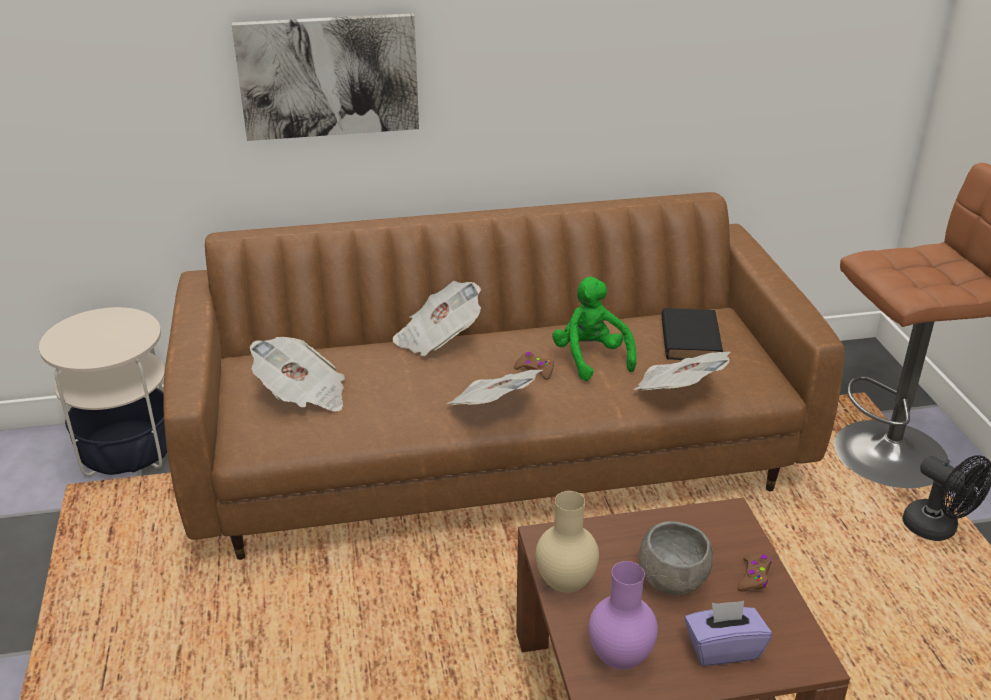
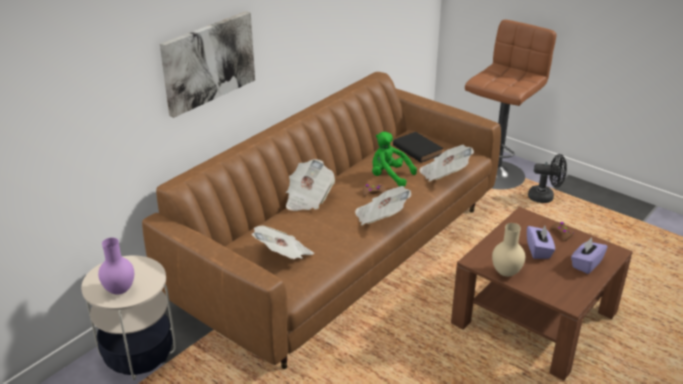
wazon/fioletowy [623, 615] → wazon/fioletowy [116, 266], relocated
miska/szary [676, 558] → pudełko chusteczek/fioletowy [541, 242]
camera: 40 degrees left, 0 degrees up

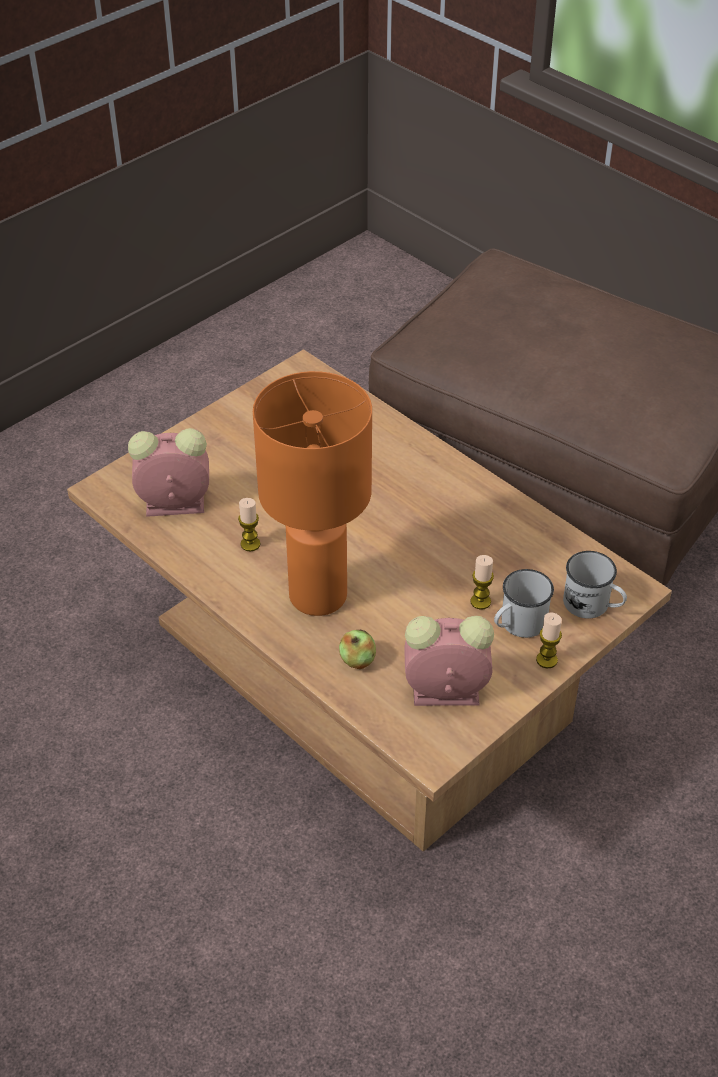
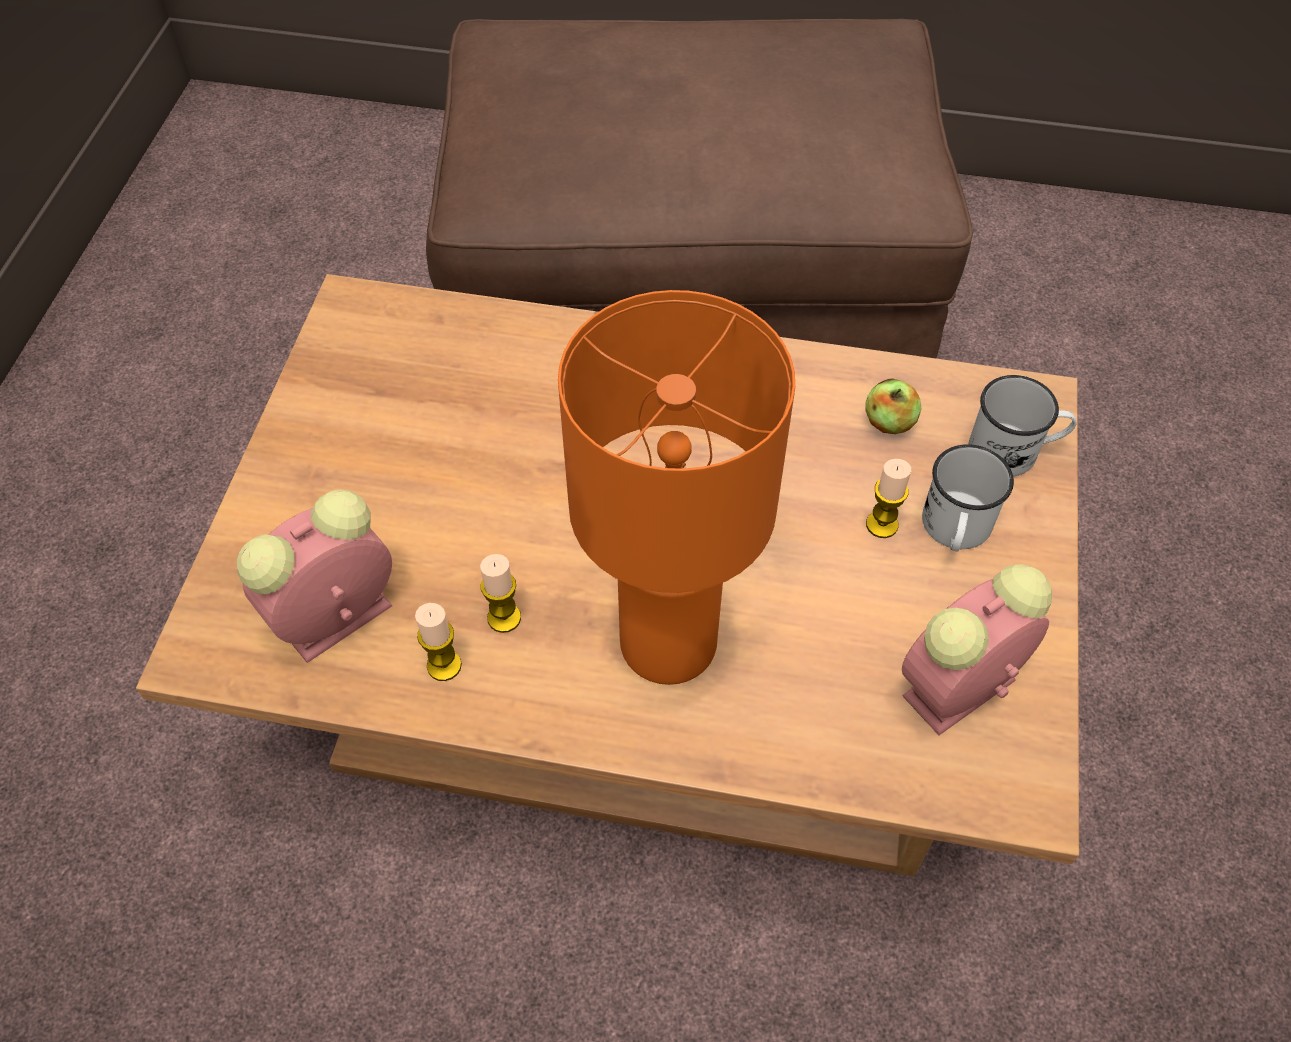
jabłko [357, 649] → jabłko [893, 406], relocated
świeca [549, 640] → świeca [438, 642], relocated
camera: 35 degrees left, 10 degrees up

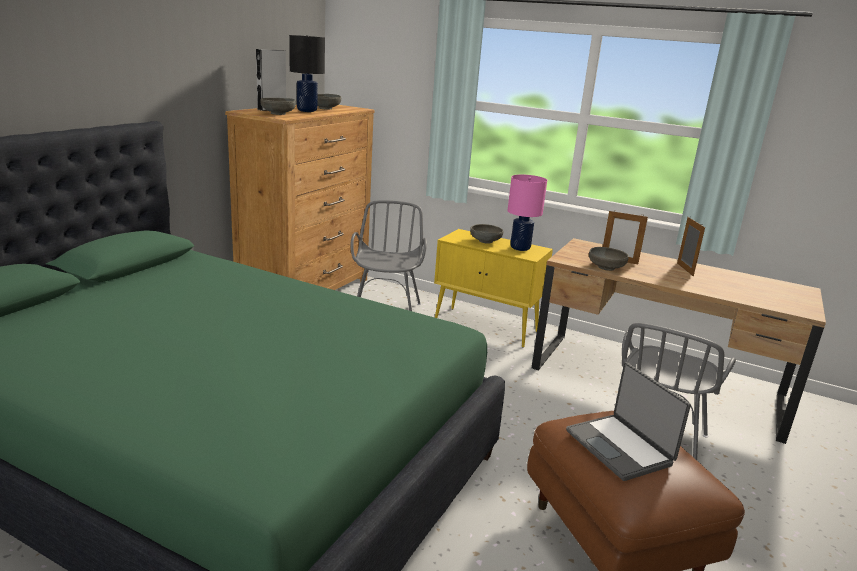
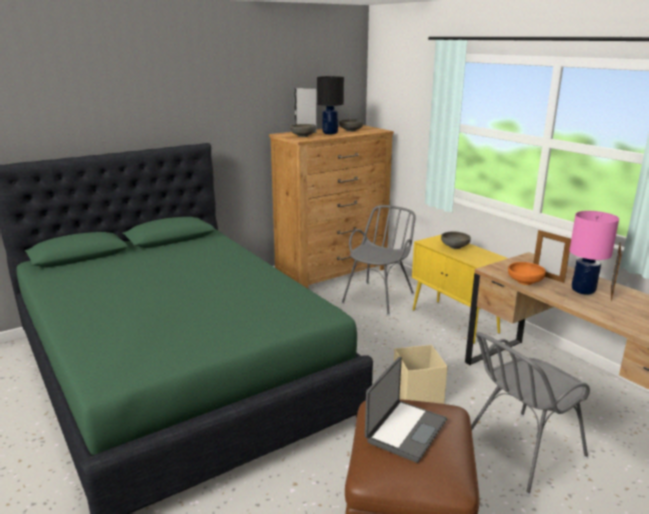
lampa stołowa/różowy [527, 213] → lampa stołowa/różowy [594, 253], relocated
laptop [628, 421] → laptop [406, 410], 150 degrees counterclockwise
miska/szary [609, 259] → miska/pomarańczowy [527, 273]
- → pojemnik do przechowywania/beżowy [421, 374]
camera: 30 degrees right, 0 degrees up

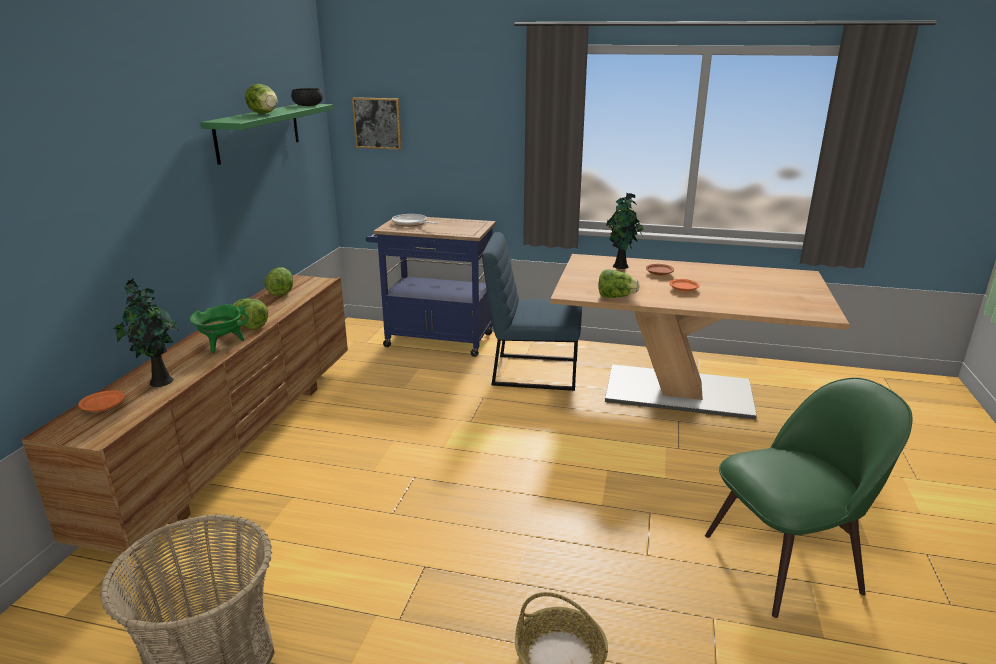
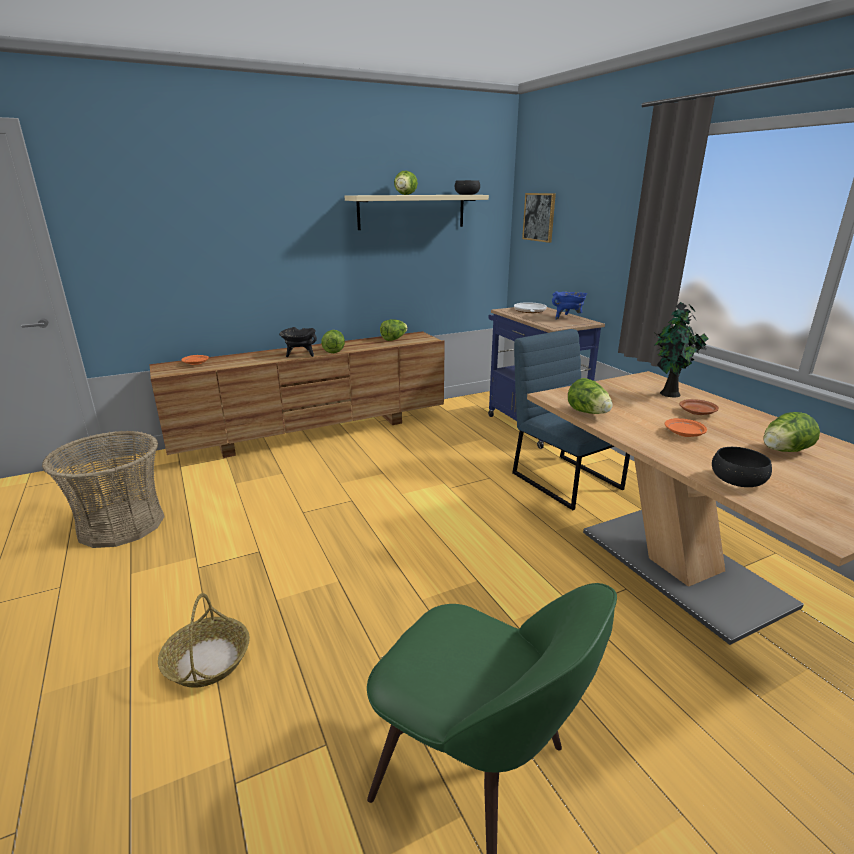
roślina doniczkowa [146, 332] → -
garnek/zielony [219, 328] → garnek/czarny [298, 342]
półka/zielony [266, 134] → półka/beżowy [416, 212]
- → garnek/niebieski [569, 306]
- → miska/czarny [742, 467]
- → sałata [791, 432]
camera: 50 degrees right, 0 degrees up

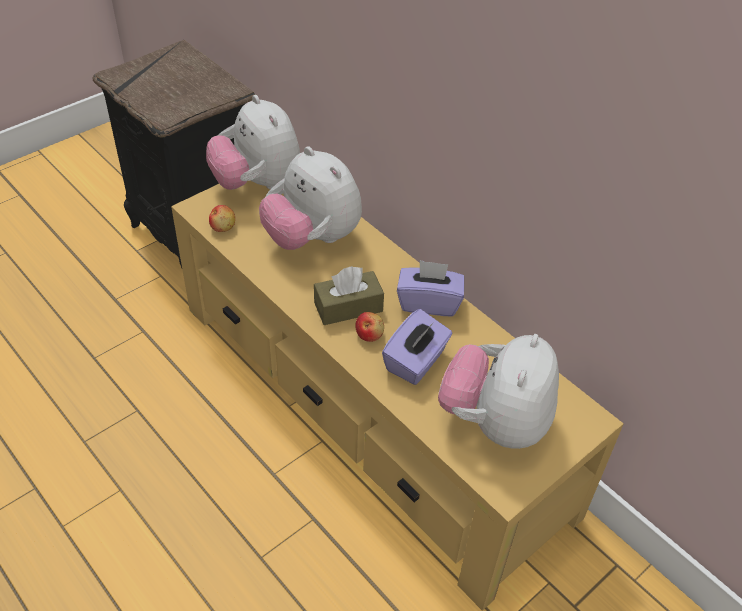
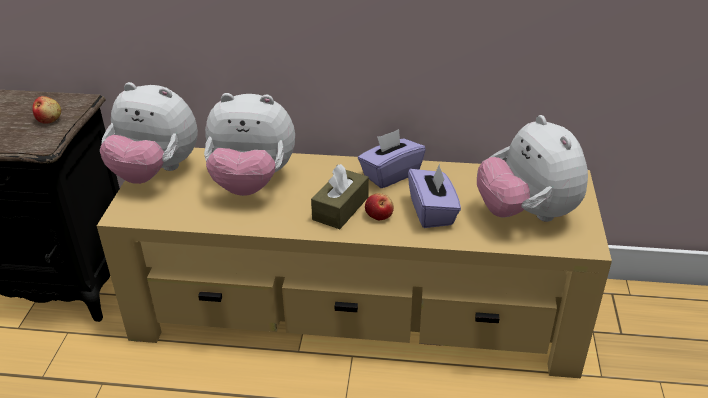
jabłko [222, 218] → jabłko [46, 110], relocated
camera: 40 degrees left, 10 degrees down

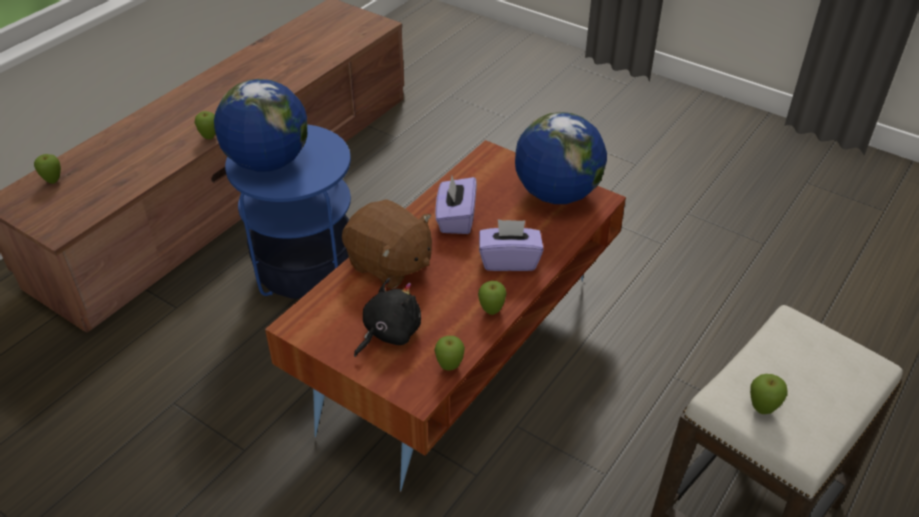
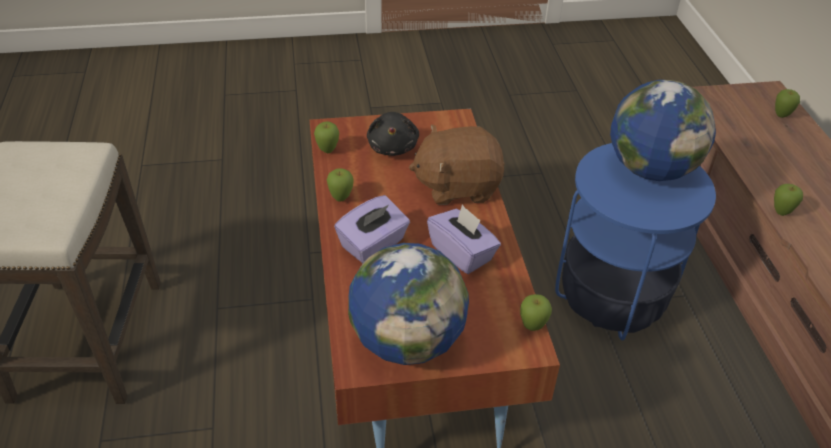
jabłko [769, 394] → jabłko [536, 312], relocated
camera: 135 degrees right, 0 degrees up

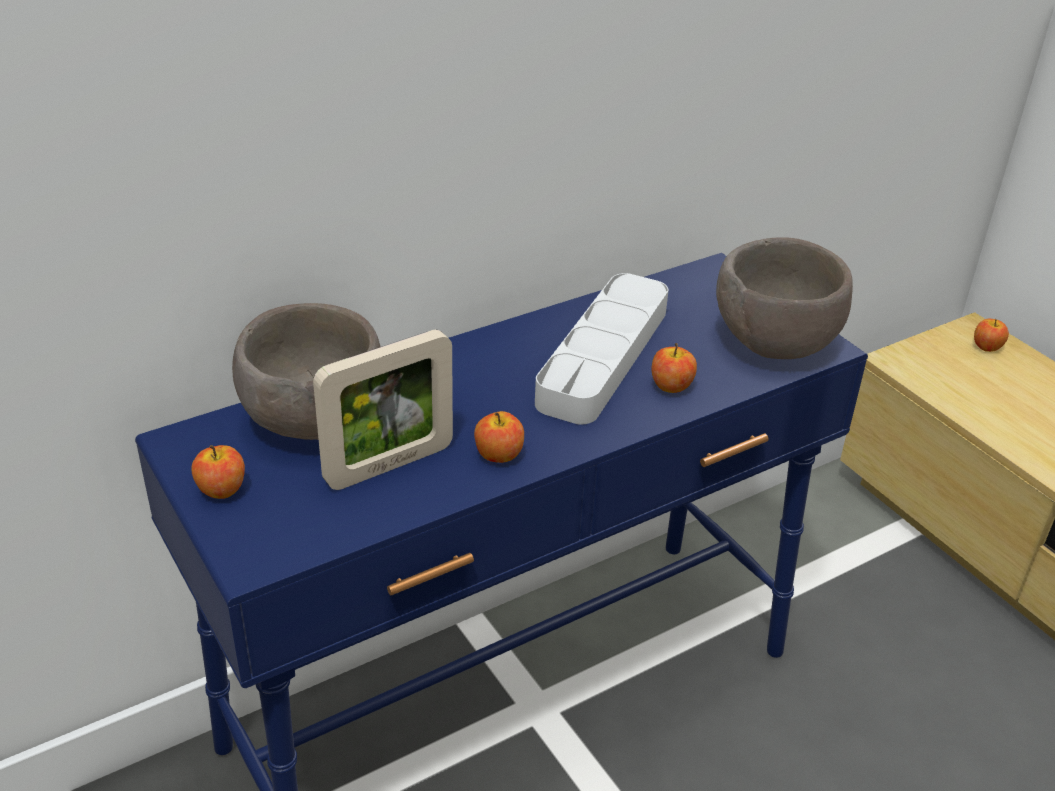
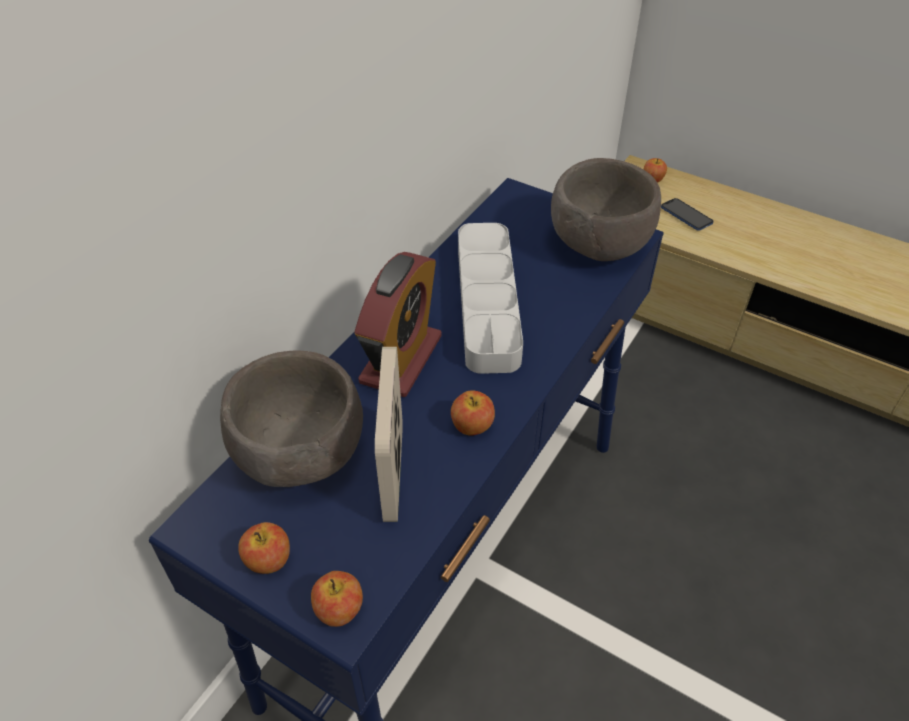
ramka na zdjęcie [383, 409] → ramka na zdjęcie [389, 434], 150 degrees clockwise
jabłko [674, 368] → jabłko [337, 599], relocated
- → budzik [398, 324]
- → telefon [687, 214]
camera: 25 degrees left, 10 degrees up

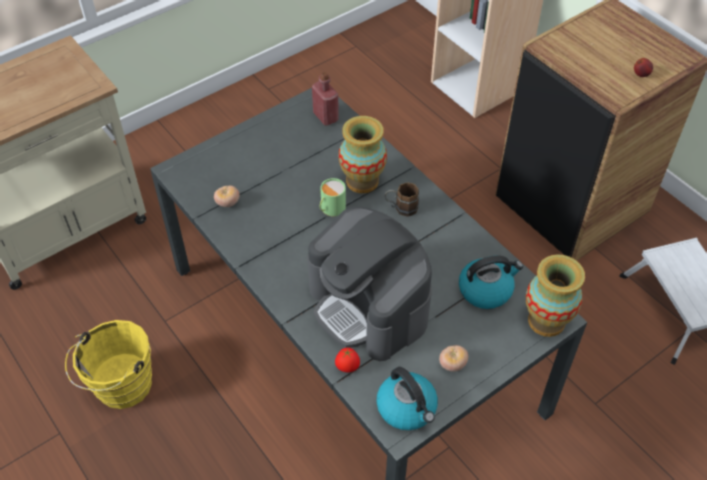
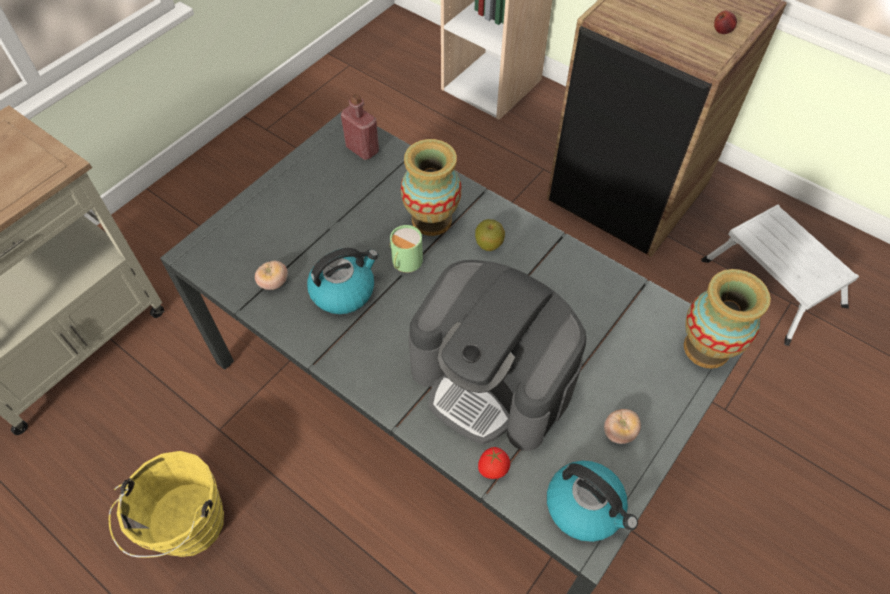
kubek/brązowy [402, 199] → jabłko [490, 235]
czajnik [491, 282] → czajnik [343, 281], relocated
camera: 15 degrees left, 5 degrees up

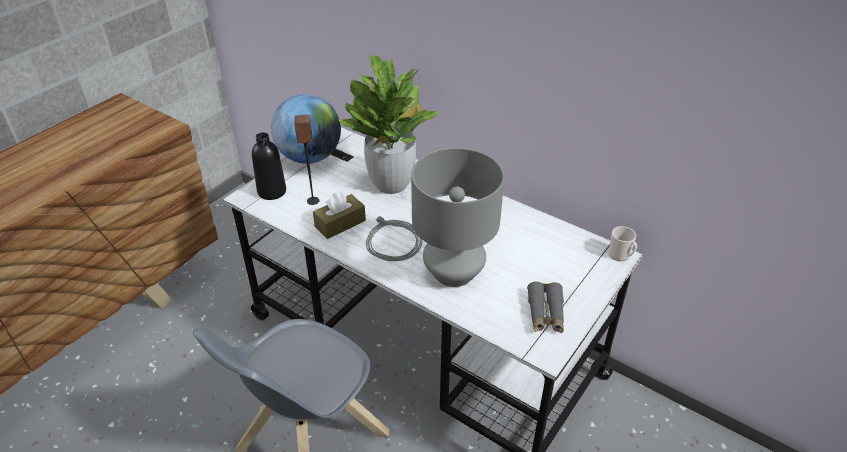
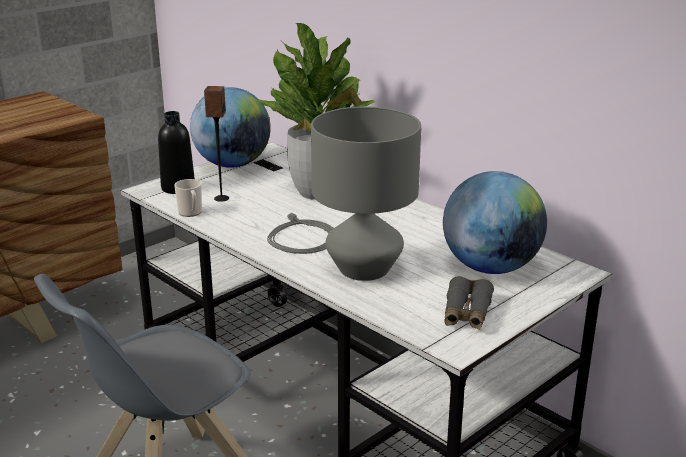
pudełko chusteczek/brązowy [339, 215] → -
kubek [622, 243] → kubek [188, 198], relocated
- → globus [495, 222]
camera: 10 degrees right, 15 degrees down

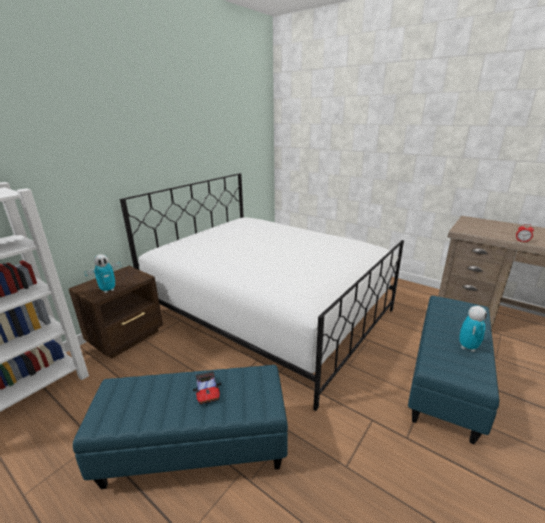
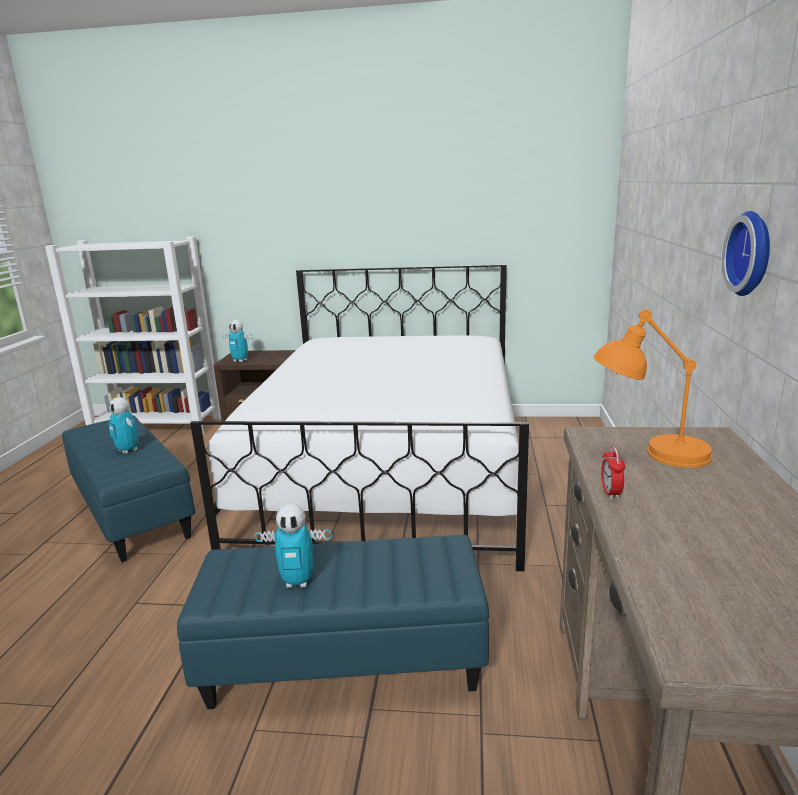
samochodzik [207, 387] → robot zabawkowy [123, 425]
- → lampa stołowa/pomarańczowy [653, 388]
- → zegar ścienny [746, 253]
camera: 60 degrees right, 5 degrees down

